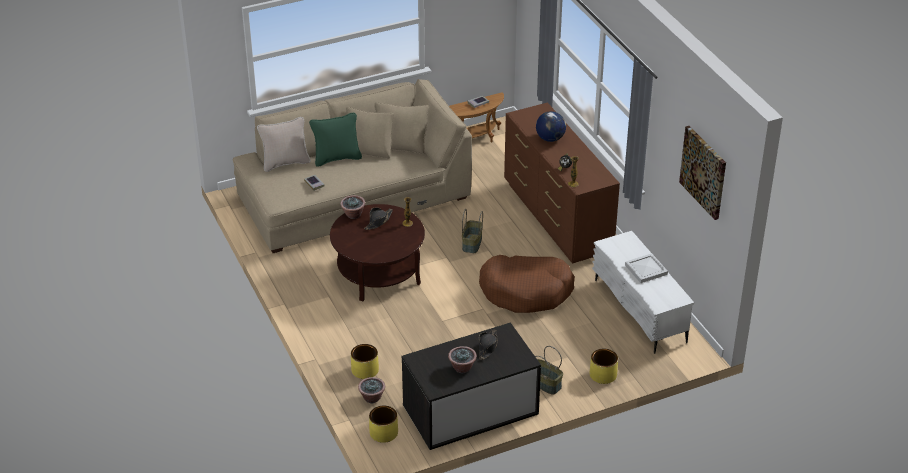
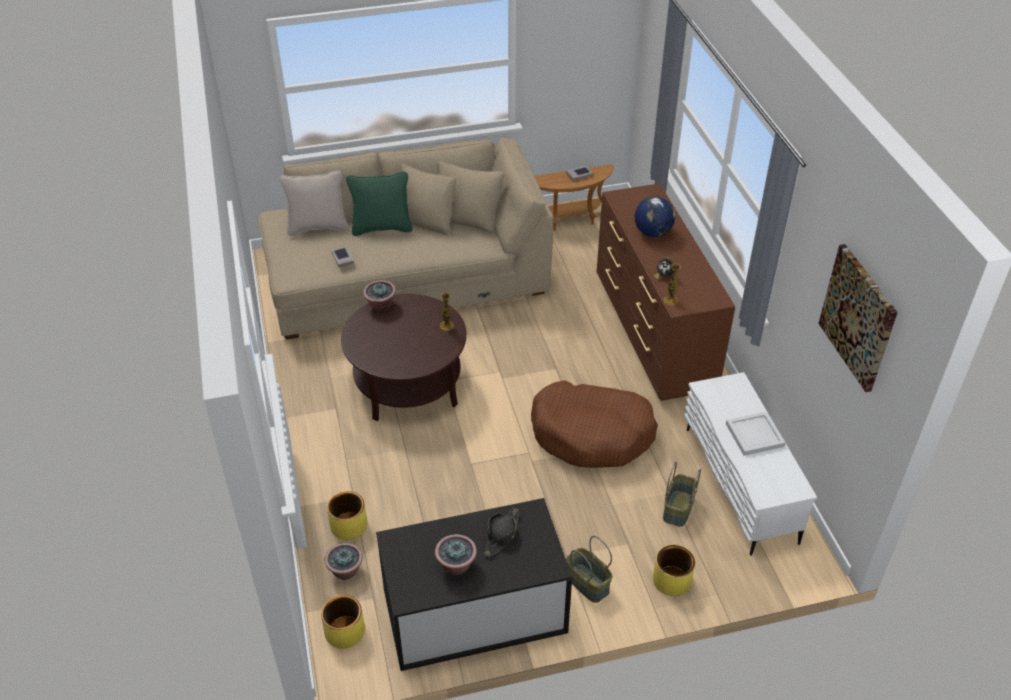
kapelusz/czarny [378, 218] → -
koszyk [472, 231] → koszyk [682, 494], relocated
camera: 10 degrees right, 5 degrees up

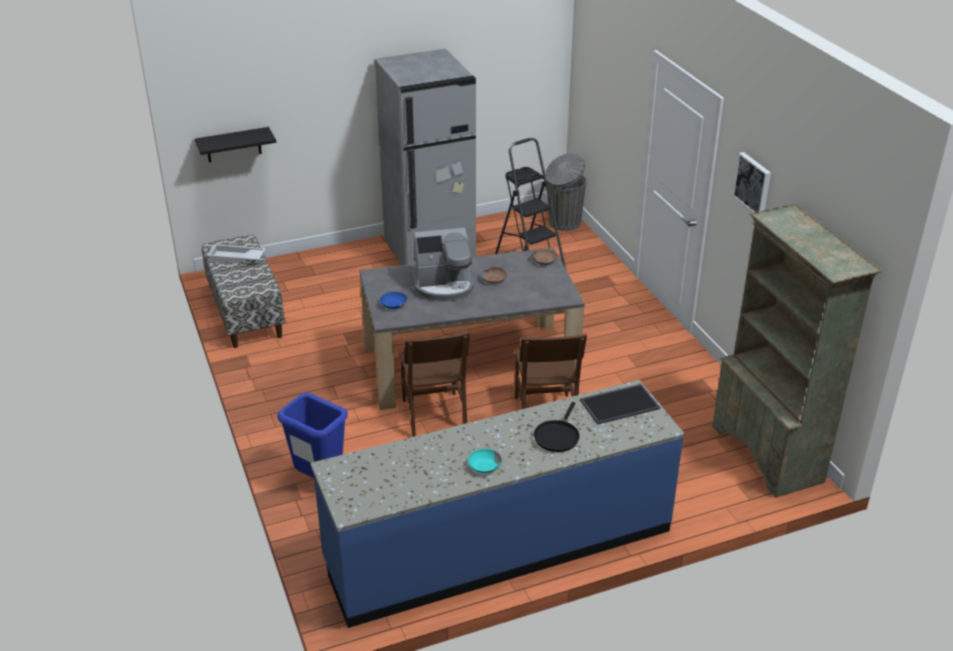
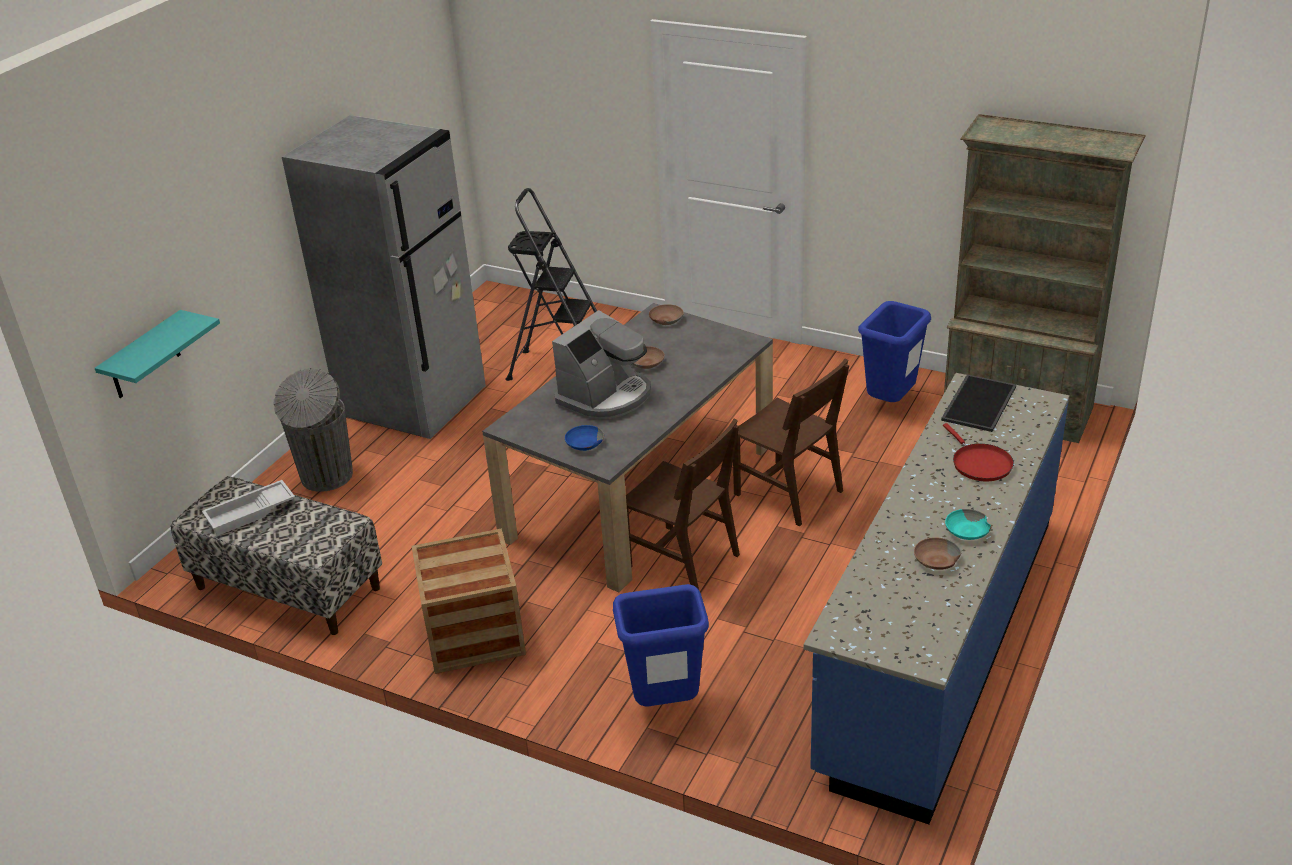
półka/czarny [235, 144] → półka/turkusowy [157, 354]
patelnia/czarny [557, 427] → patelnia/czerwony [978, 452]
kosz na śmieci/szary [566, 192] → kosz na śmieci/szary [313, 430], relocated
obraz [752, 182] → -
- → skrzynka [469, 601]
- → kosz na śmieci/niebieski [894, 351]
- → miska/brązowy [937, 553]
camera: 40 degrees left, 0 degrees up

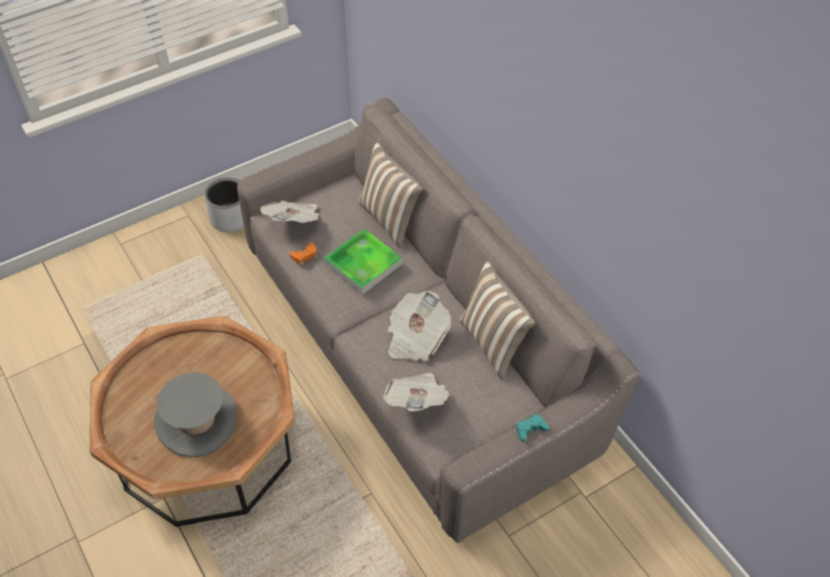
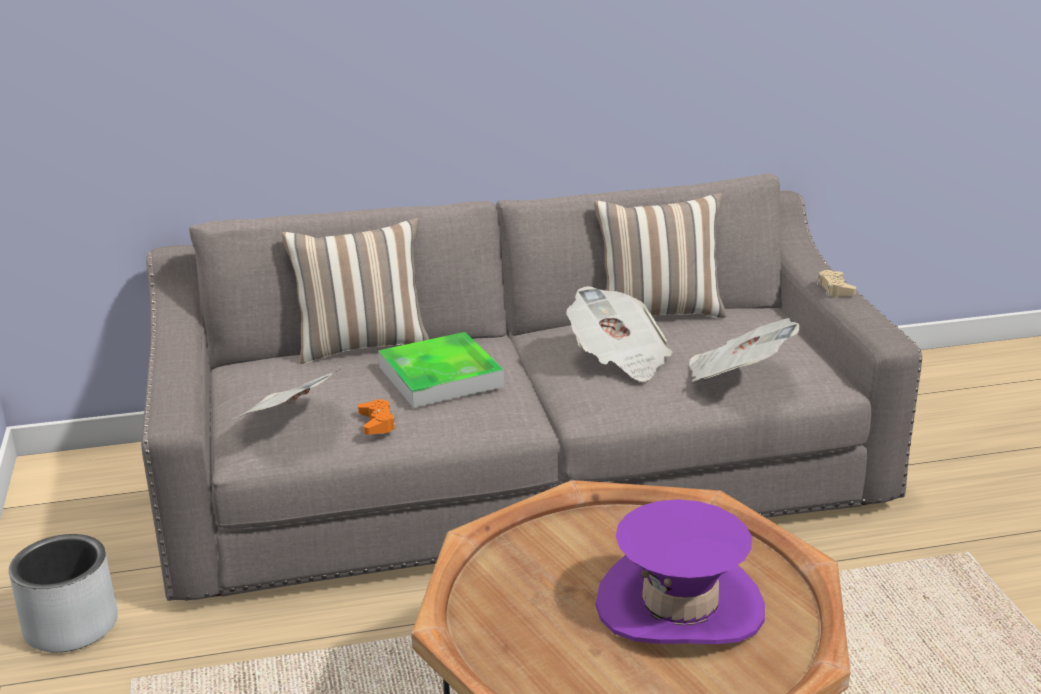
kapelusz/szary [195, 414] → kapelusz/fioletowy [680, 571]
pad do gier/turkusowy [532, 428] → pad do gier/beżowy [836, 283]
camera: 70 degrees left, 25 degrees down

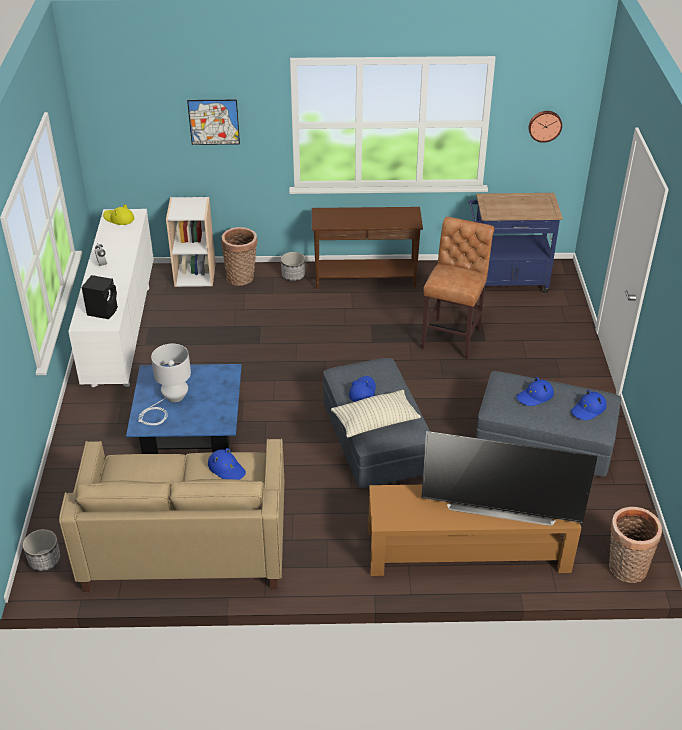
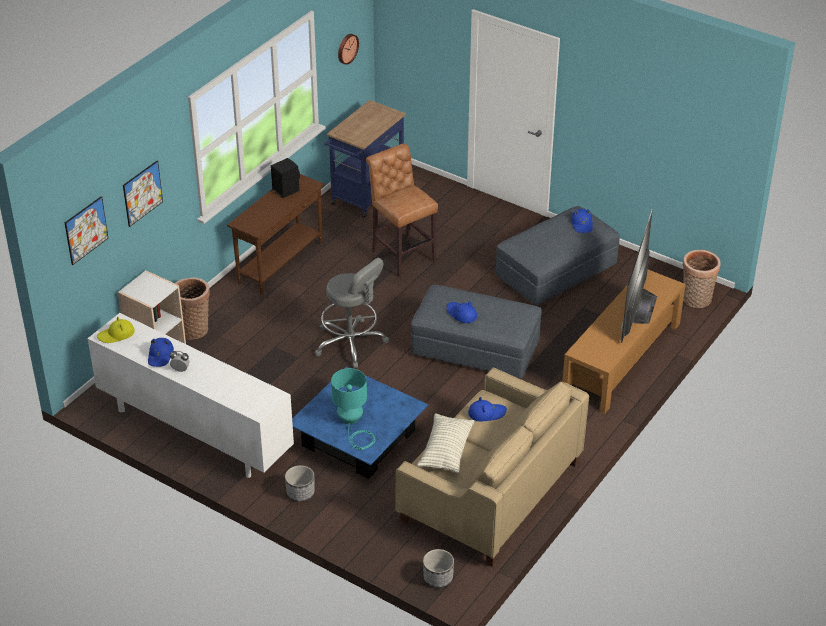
głośnik/czarny [100, 297] → głośnik/czarny [285, 178], relocated
lampa stołowa/szary [164, 384] → lampa stołowa/turkusowy [353, 409]
donica [293, 266] → donica [300, 483], relocated
poduszka [376, 414] → poduszka [446, 443], relocated
telewizor [509, 478] → telewizor [638, 276], 150 degrees clockwise
kapelusz/niebieski [535, 391] → kapelusz/niebieski [161, 352], relocated
- → obraz [86, 230]
- → stołek/szary [352, 313]
camera: 55 degrees left, 0 degrees up

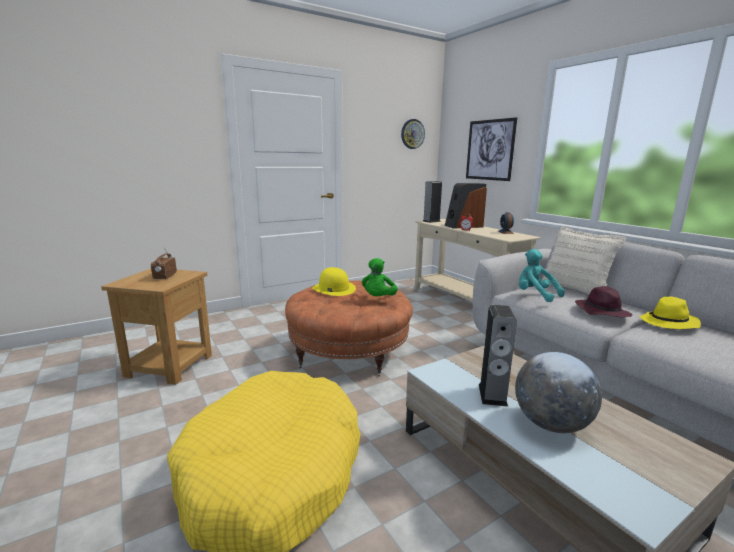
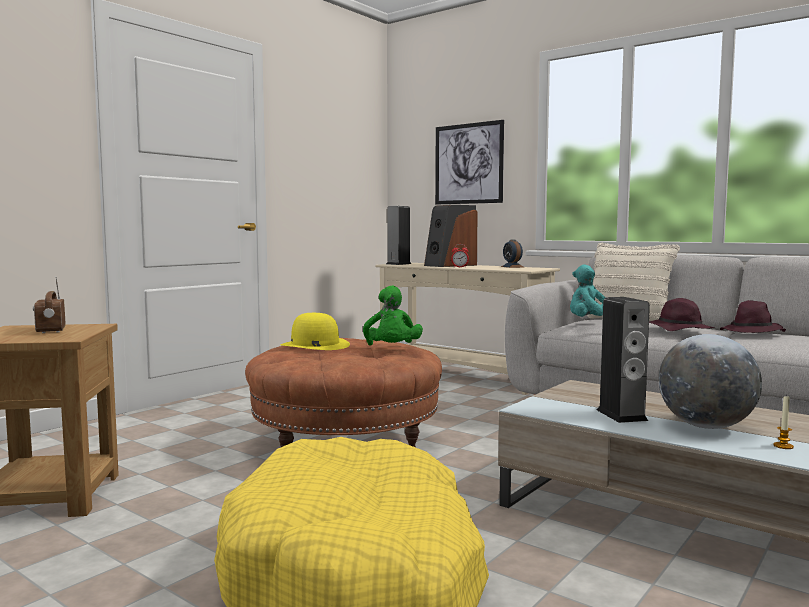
zegar ścienny [413, 134] → -
kapelusz/żółty [670, 313] → kapelusz/fioletowy [753, 316]
- → świeca [783, 422]
camera: 20 degrees left, 10 degrees down

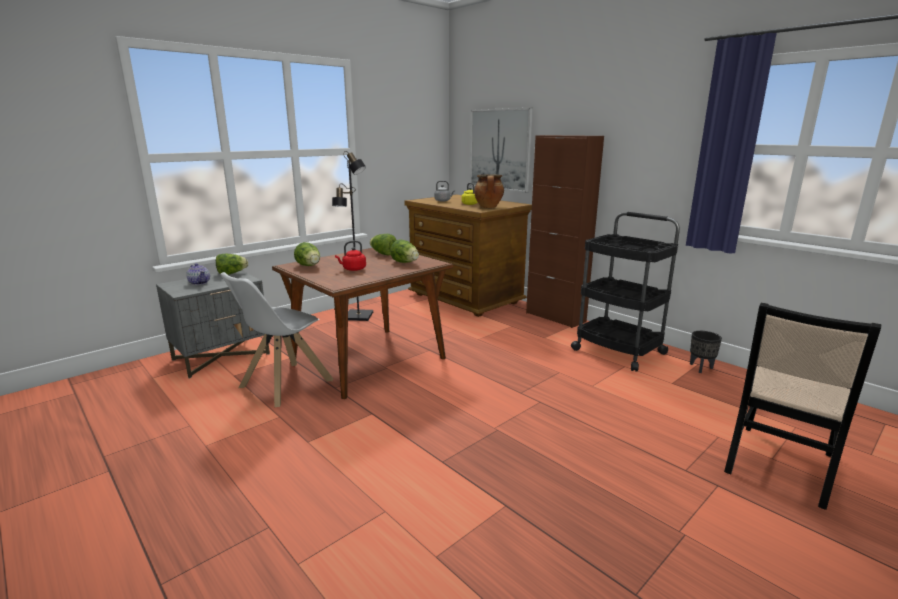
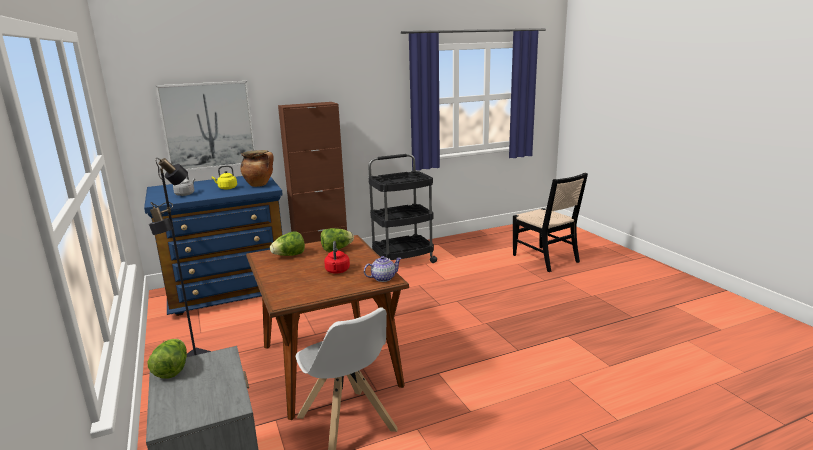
imbryk [198, 274] → imbryk [383, 269], relocated
sałata [307, 254] → -
komoda/brązowy [468, 256] → komoda/niebieski [213, 246]
donica/czarny [706, 352] → -
camera: 70 degrees left, 0 degrees up

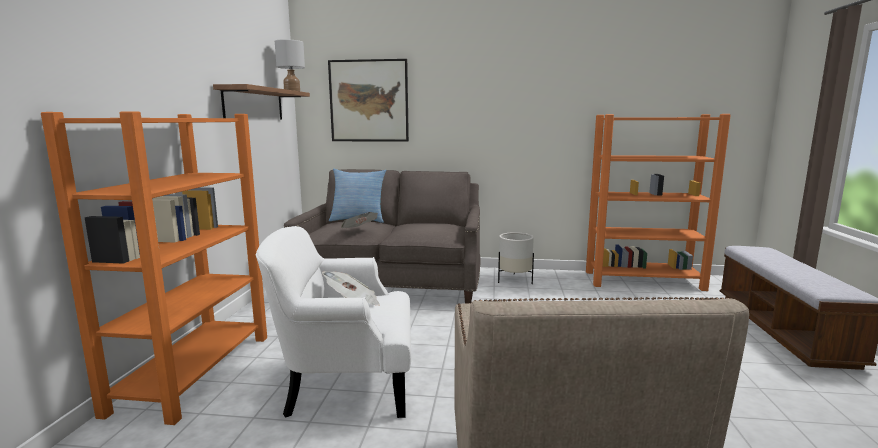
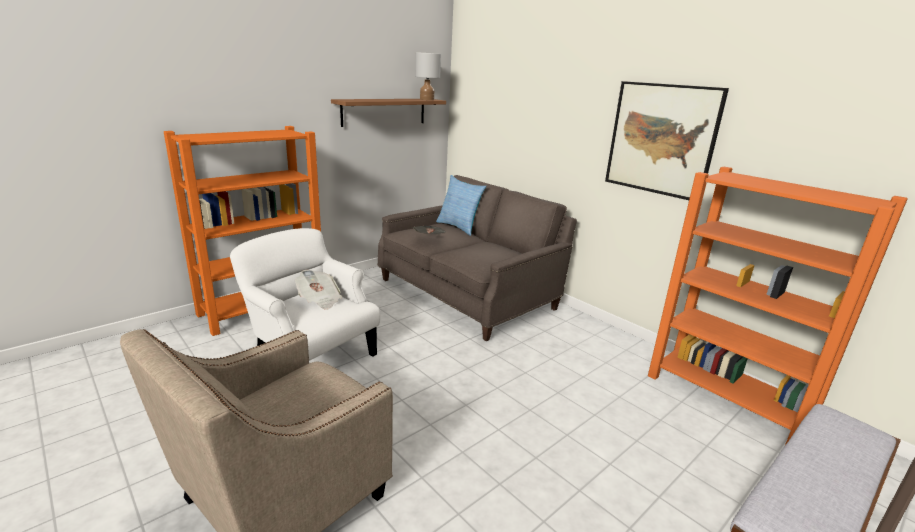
obraz [368, 100] → obraz [667, 140], relocated
donica/biały [516, 258] → -
camera: 40 degrees right, 10 degrees up

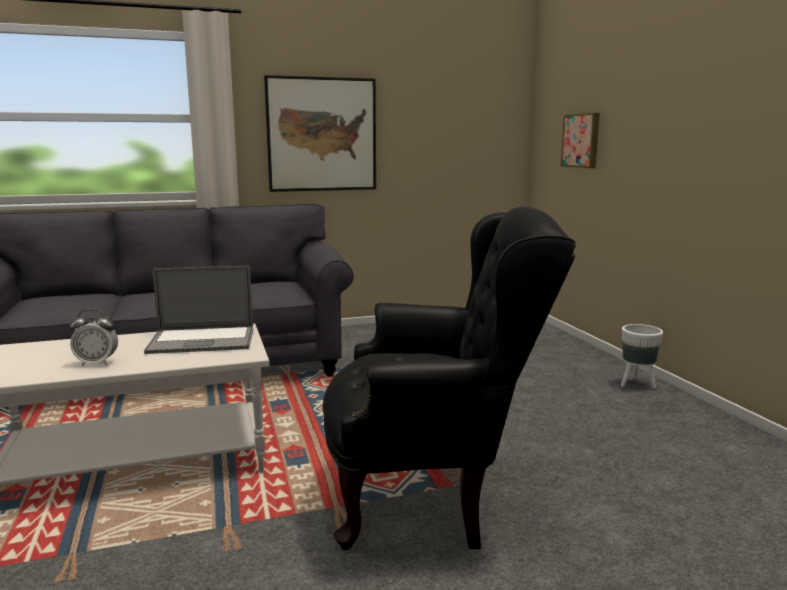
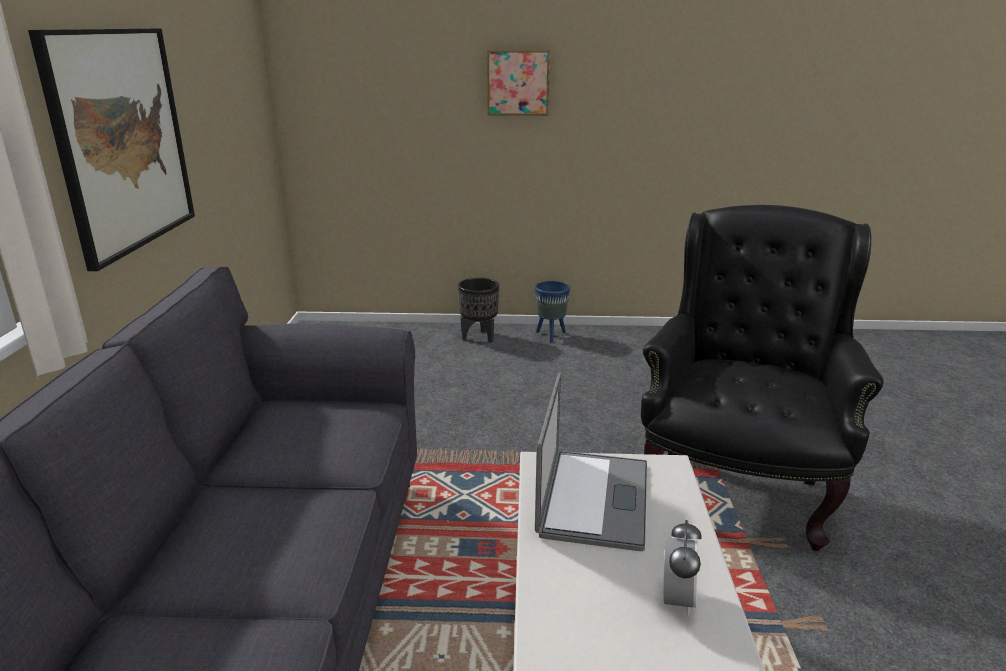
obraz [580, 140] → obraz [518, 83], relocated
donica/biały [642, 356] → donica/niebieski [552, 311]
- → donica/czarny [478, 310]
camera: 70 degrees left, 10 degrees up

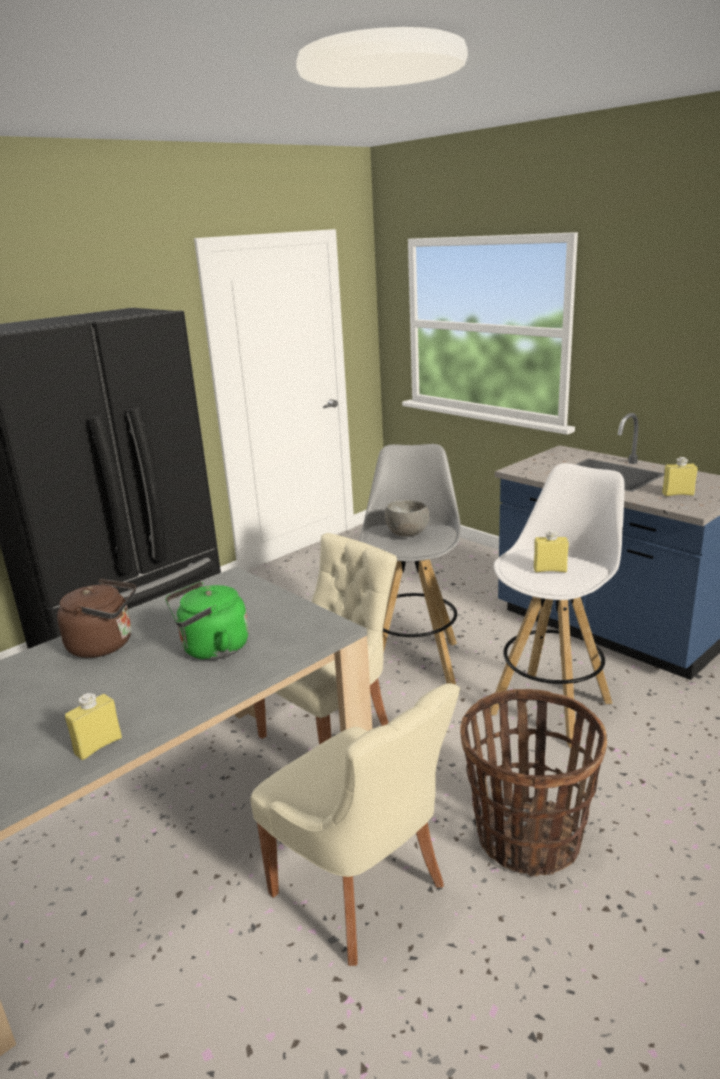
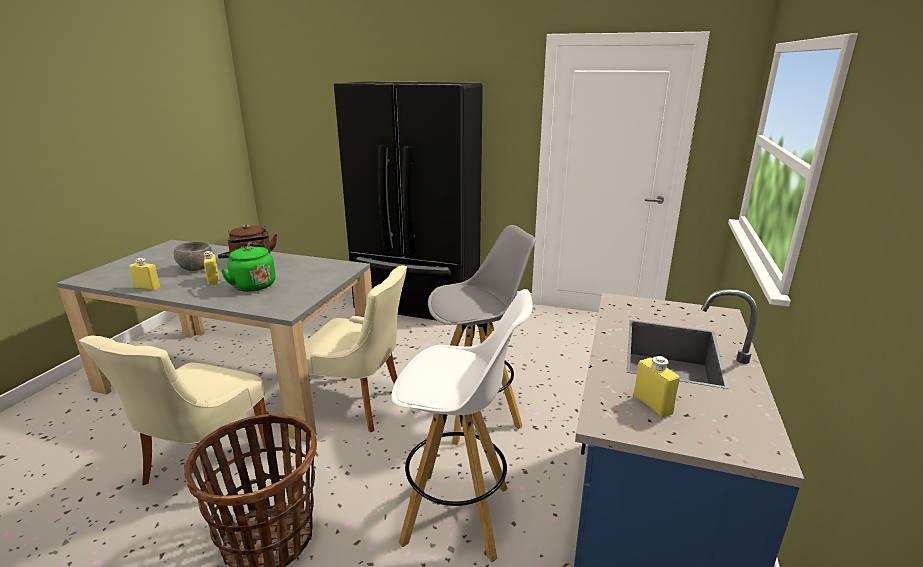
miska/szary [407, 518] → miska/szary [193, 256], relocated
butelka/żółty [551, 551] → butelka/żółty [211, 268], relocated
camera: 60 degrees right, 0 degrees up

